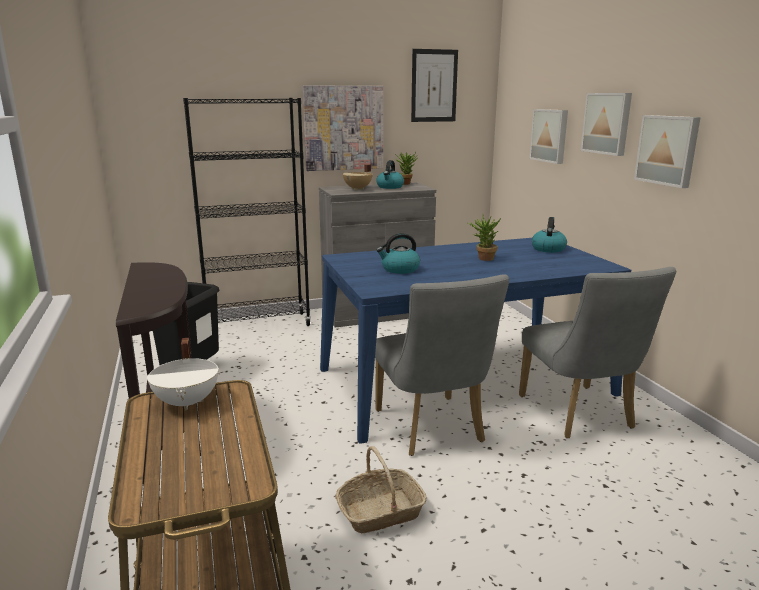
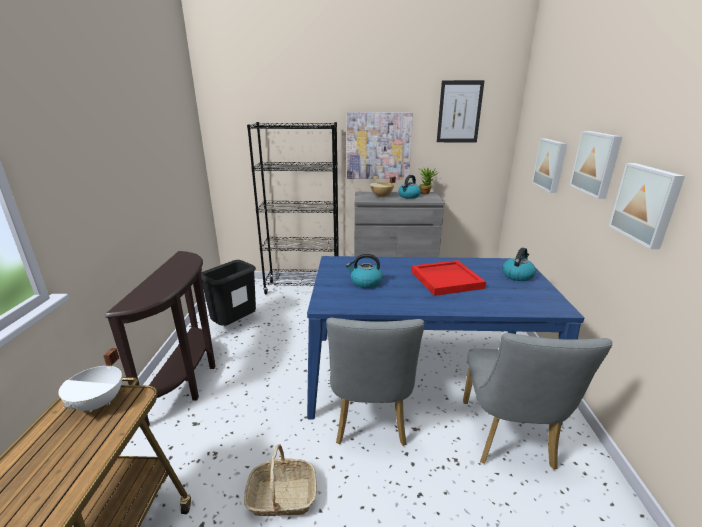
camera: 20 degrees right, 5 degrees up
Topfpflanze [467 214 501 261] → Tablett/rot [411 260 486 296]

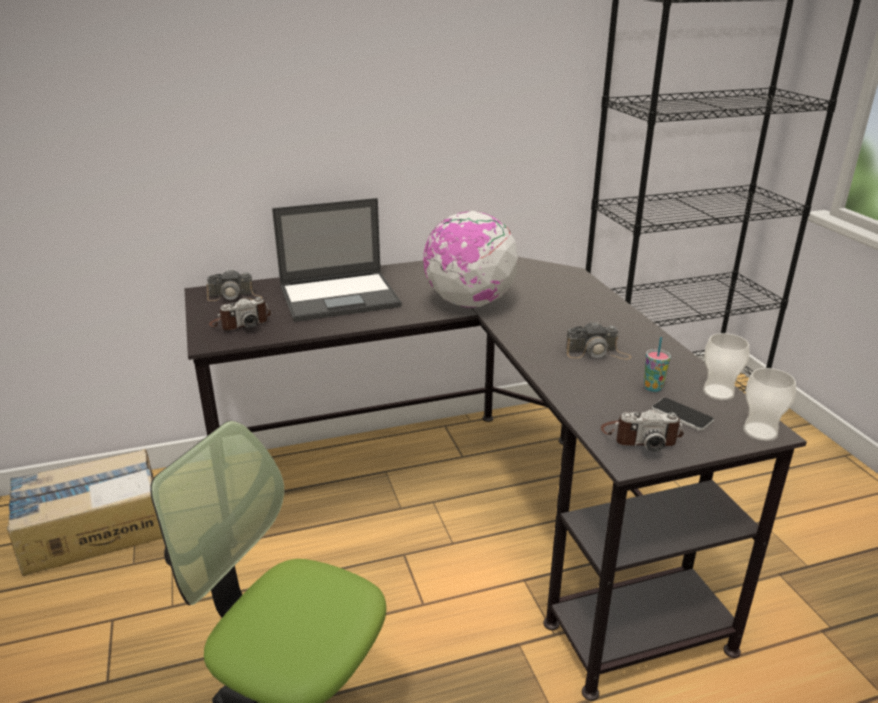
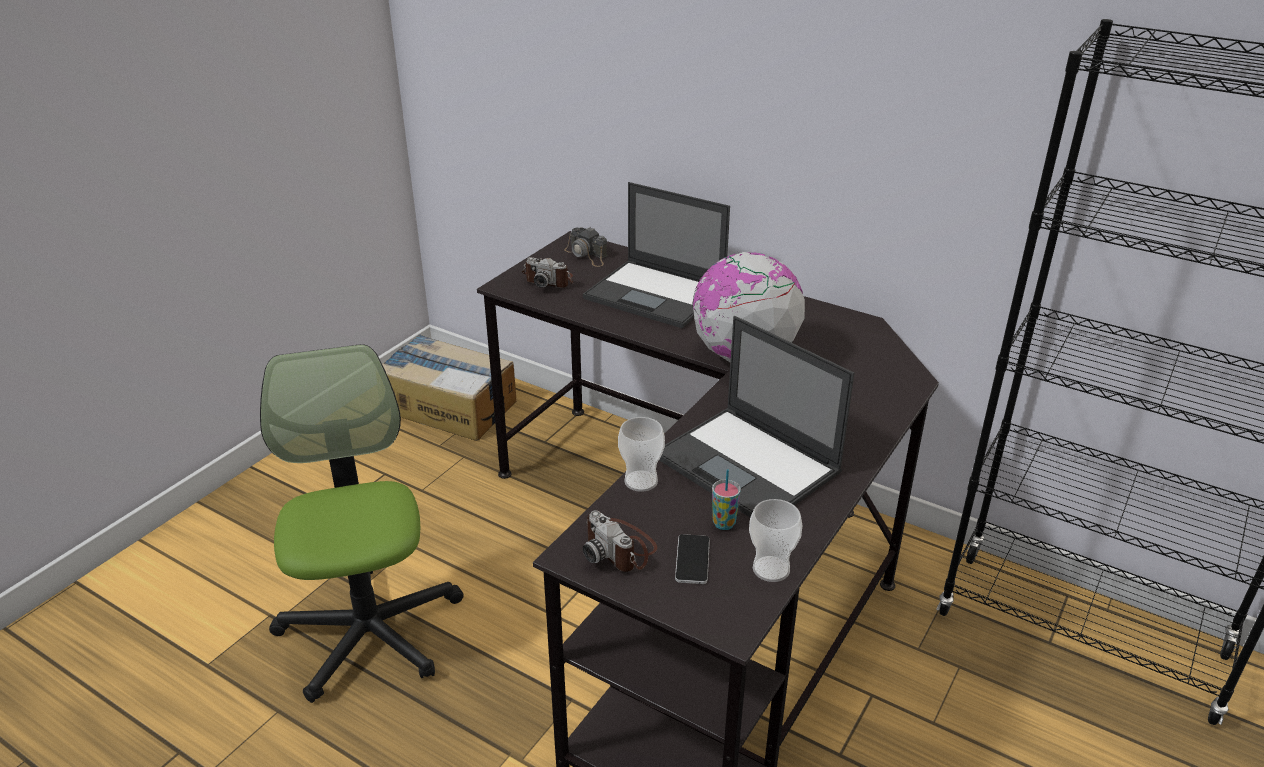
camera: 50 degrees right, 5 degrees up
Kamera [566 322 632 360] → Laptop [659 316 855 517]
Tasse [743 368 796 441] → Tasse [618 417 665 492], relocated

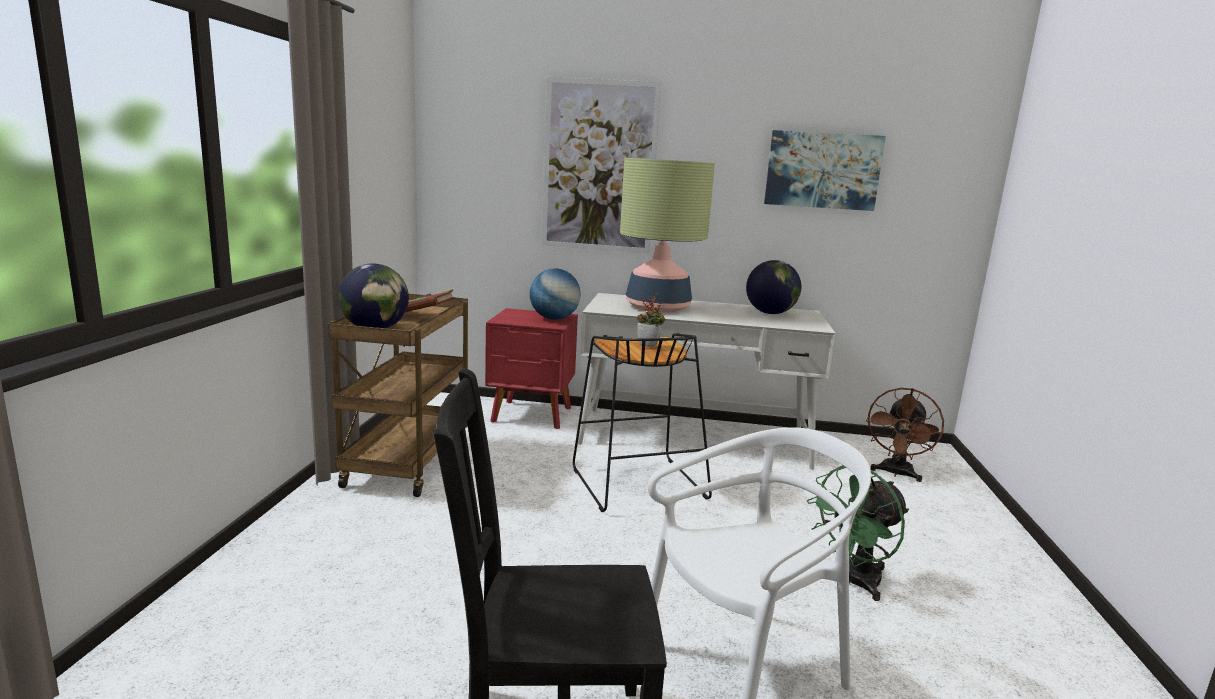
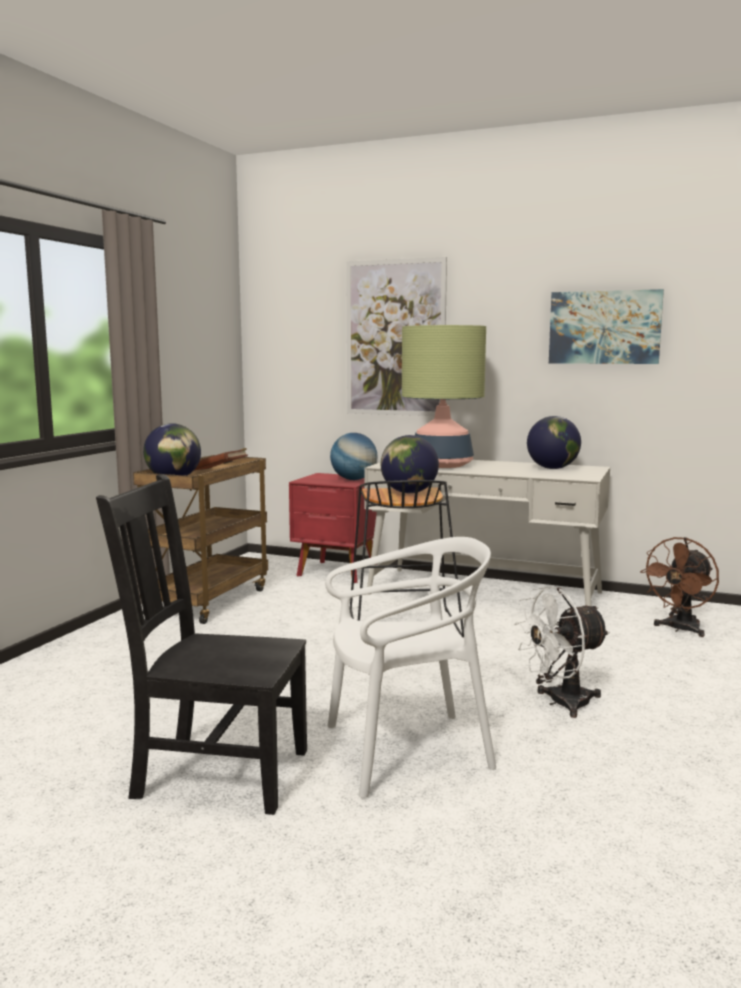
camera: 15 degrees right, 5 degrees down
Topfpflanze [637 293 666 348] → Globus [381 435 439 493]
Ventilator/grün [807 465 909 601] → Ventilator/weiß [514 586 610 718]

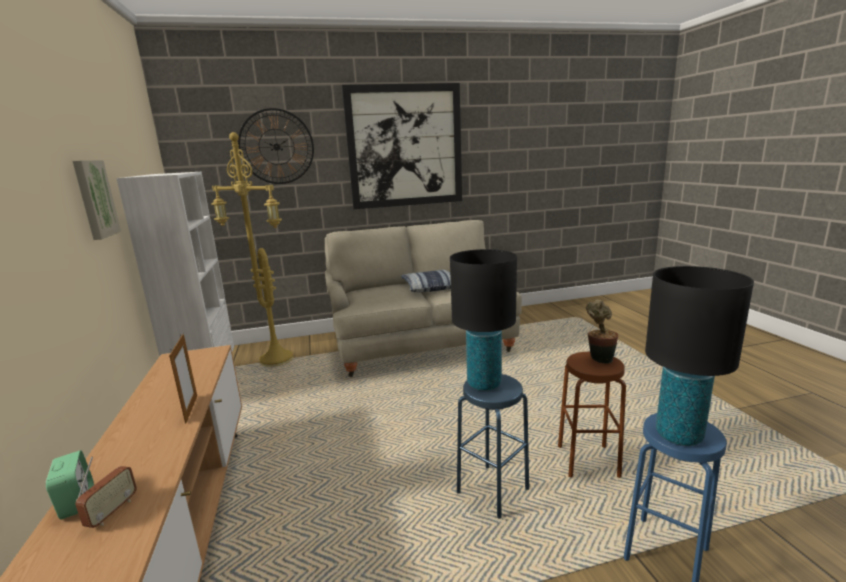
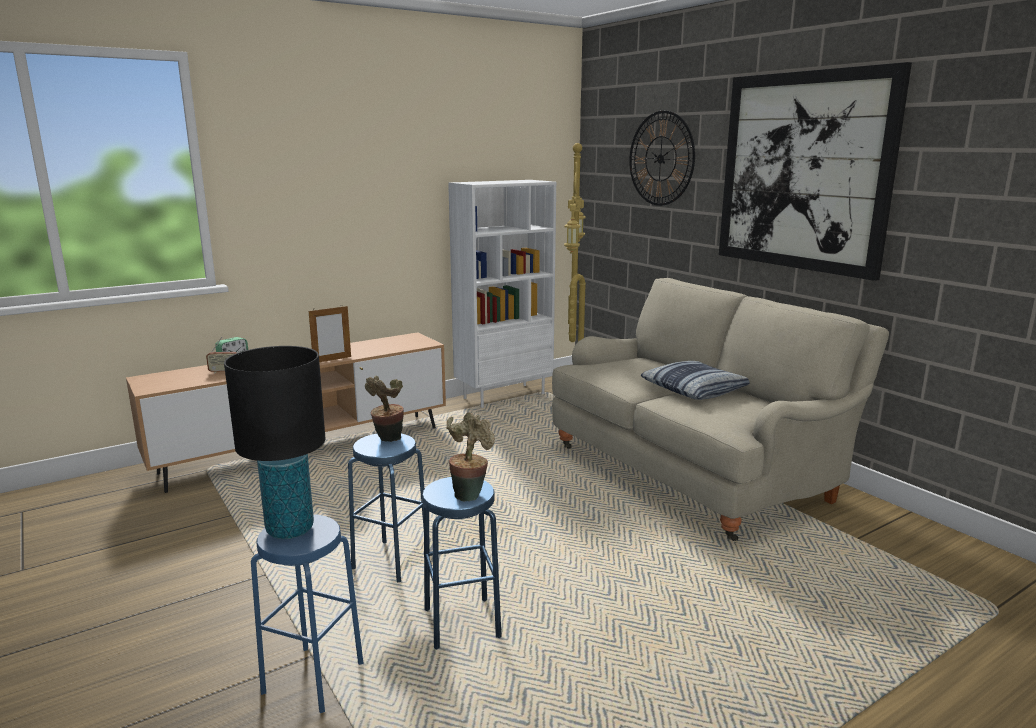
camera: 70 degrees right, 0 degrees up
Bild [72 160 121 240] → -
Tischlampe/schwarz [450 249 517 391] → Topfpflanze [365 376 404 442]
Hocker/braun [558 352 626 478] → Hocker/blau [422 477 502 649]

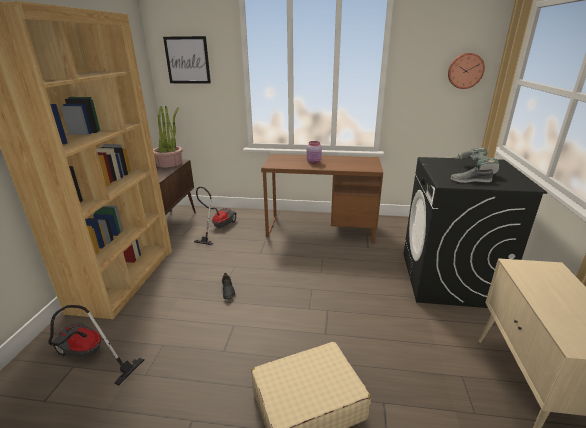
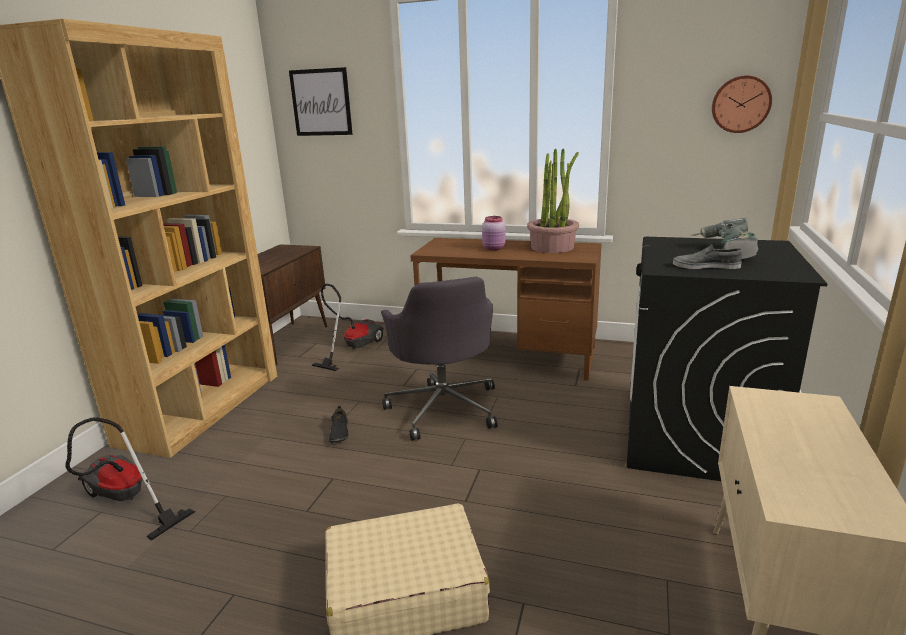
camera: 10 degrees right, 5 degrees down
Topfpflanze [153 106 183 167] → Topfpflanze [527 149 579 253], relocated
- → Bürostuhl/grau [381 277 498 441]

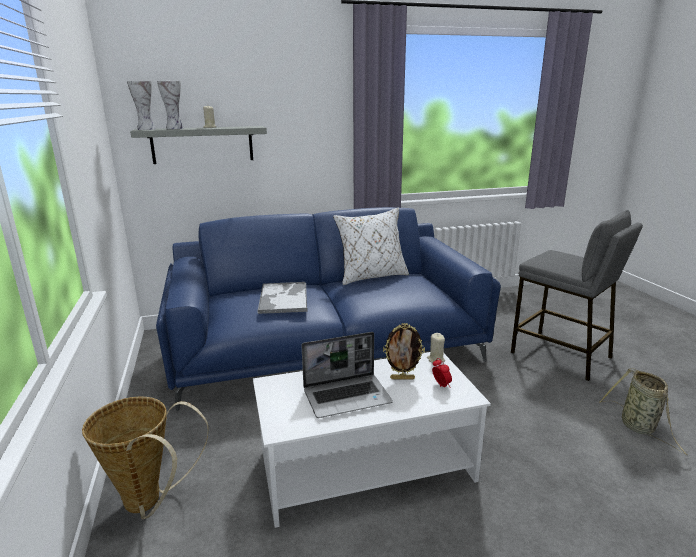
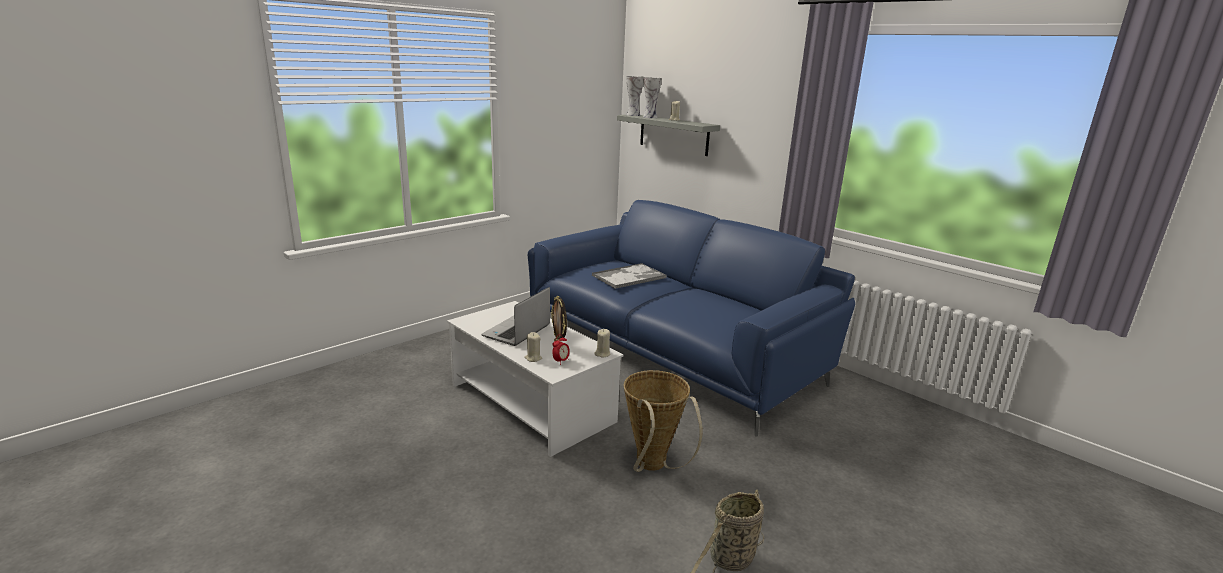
camera: 60 degrees right, 0 degrees up
Kissen/weiß [333 208 409 285] → -
Hocker/grau [511 210 643 381] → -
Laptop [302 332 393 418] → Laptop [481 287 550 346], 75 degrees clockwise
Korb [82 397 209 519] → Korb [624 370 703 472], relocated
- → Kerze/beige [524 332 542 362]

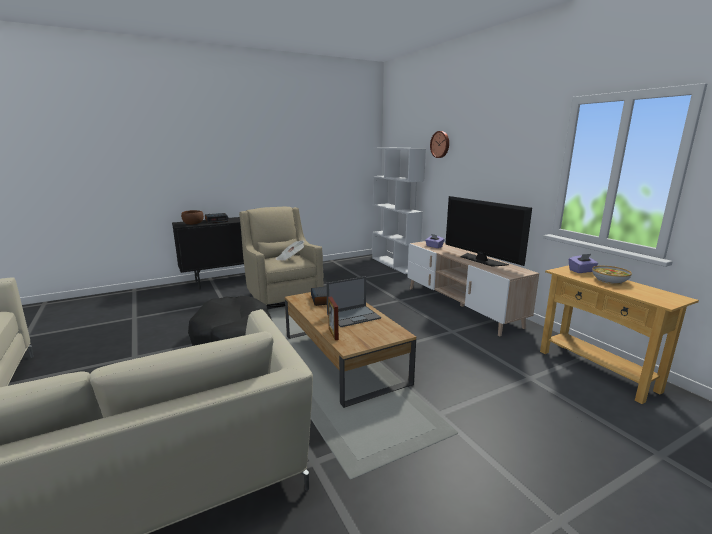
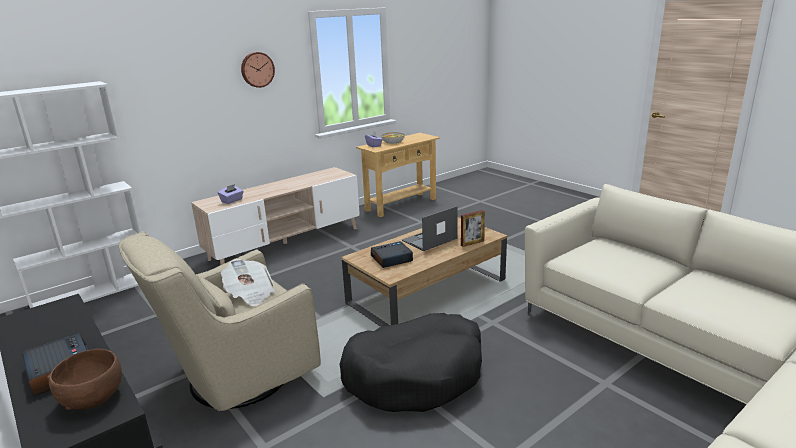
camera: 100 degrees left, 5 degrees up
Wanduhr [430 131 449 158] → Wanduhr [241 52 275 88], relocated
Fernseher [445 196 532 267] → -
Laptop [326 276 381 327] → Laptop [402 206 458 251], 90 degrees counterclockwise

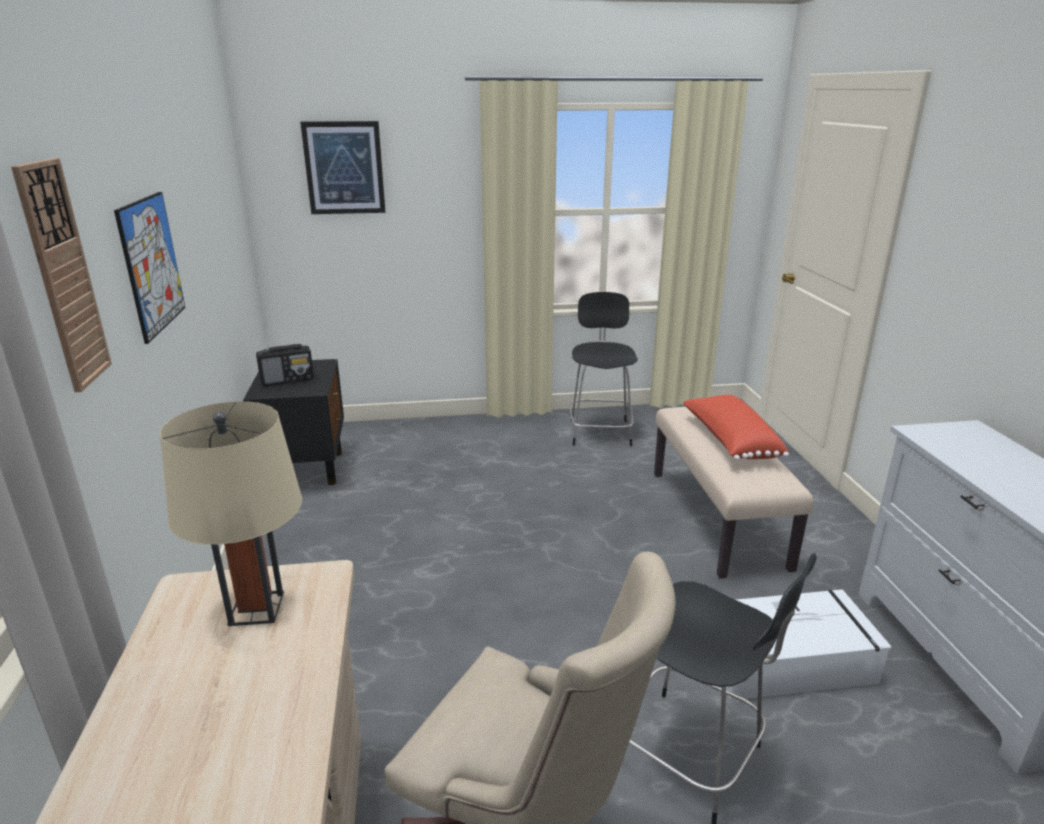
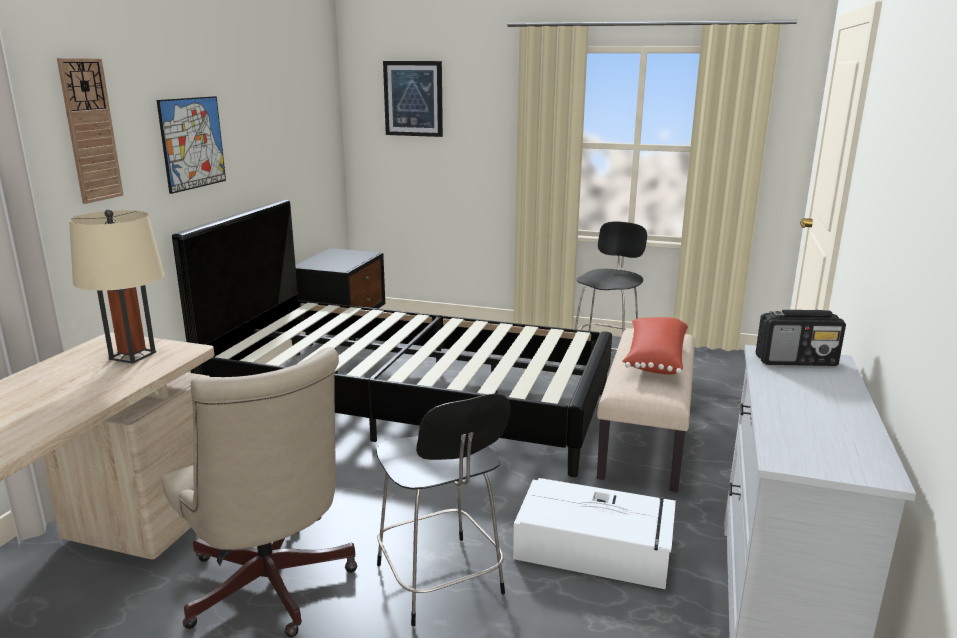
camera: 25 degrees right, 5 degrees down
Radio [256 344 314 387] → Radio [756 310 846 366], relocated
- → Bett/schwarz [172 200 612 477]

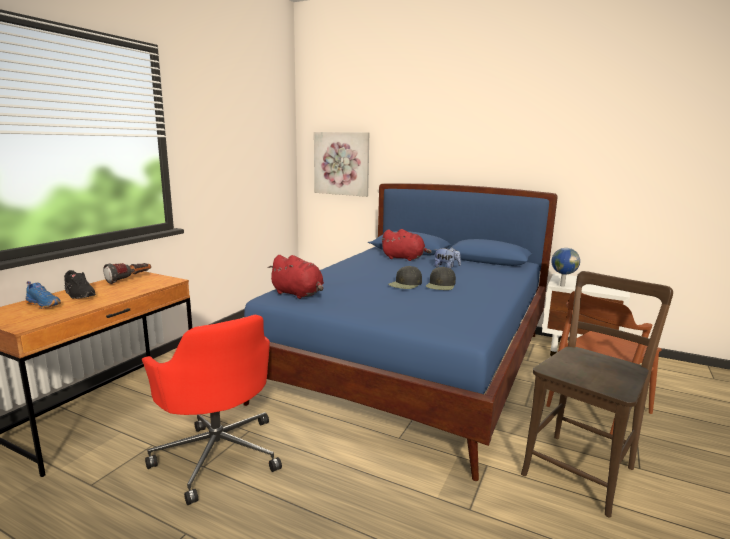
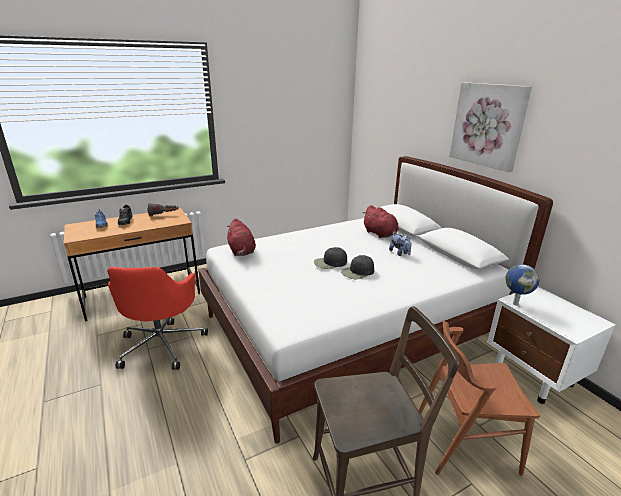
camera: 35 degrees right, 10 degrees up
Bild [314 132 369 197] → Bild [449 82 532 172], relocated
Bett/blau [243 183 558 481] → Bett/weiß [198 156 553 444]

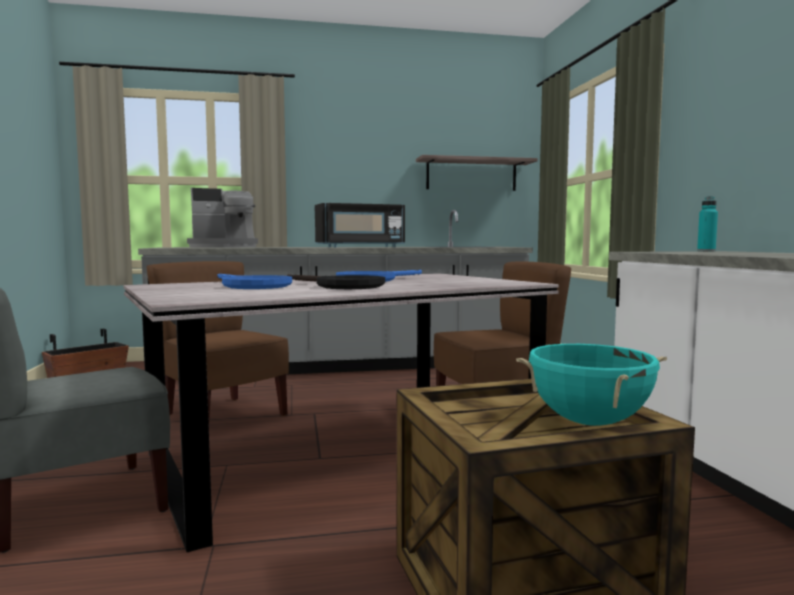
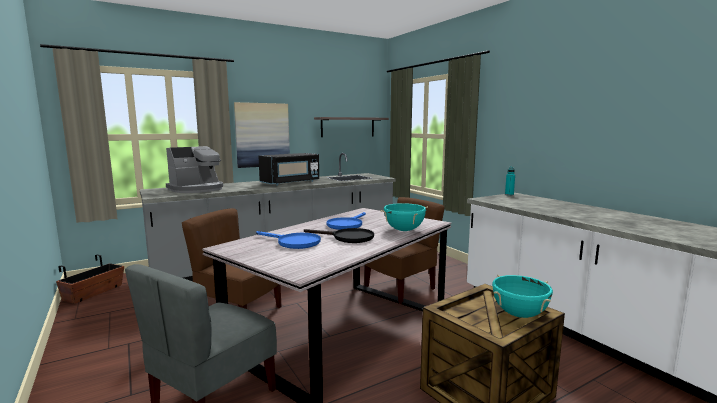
camera: 20 degrees left, 5 degrees up
- → Bild [234 102 290 168]
- → Kochtopf/türkis [381 203 428 231]

